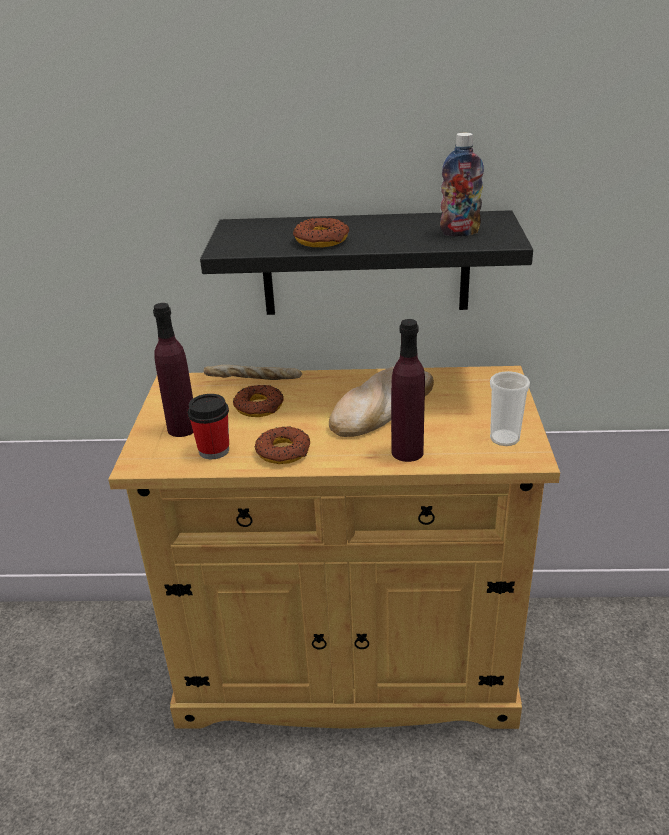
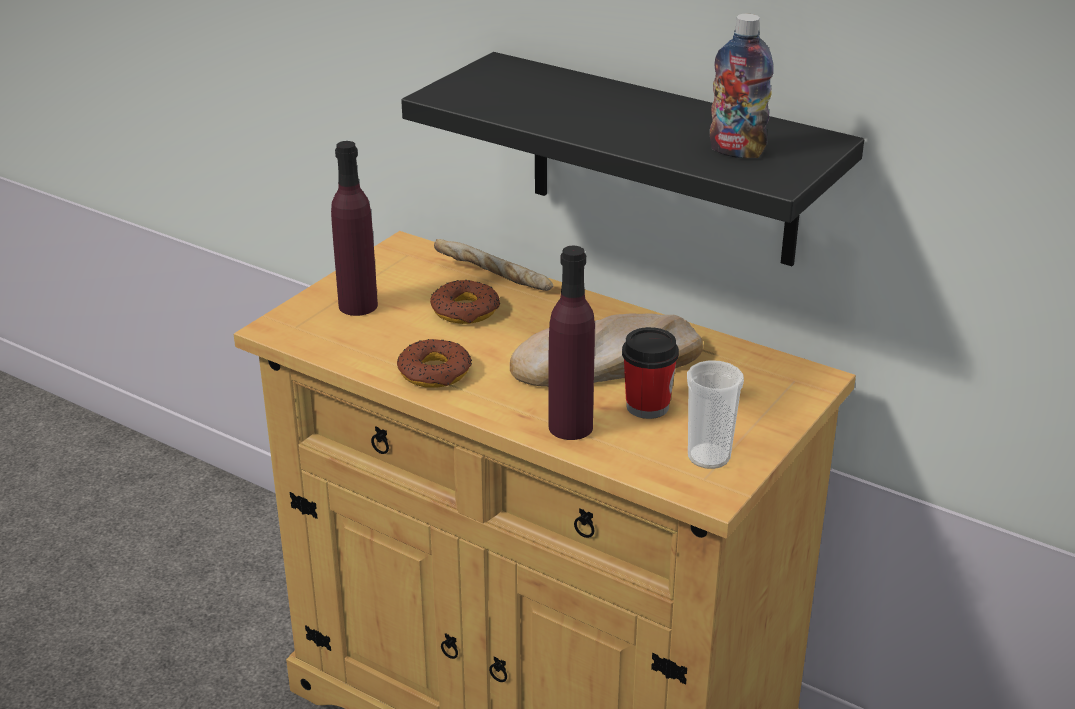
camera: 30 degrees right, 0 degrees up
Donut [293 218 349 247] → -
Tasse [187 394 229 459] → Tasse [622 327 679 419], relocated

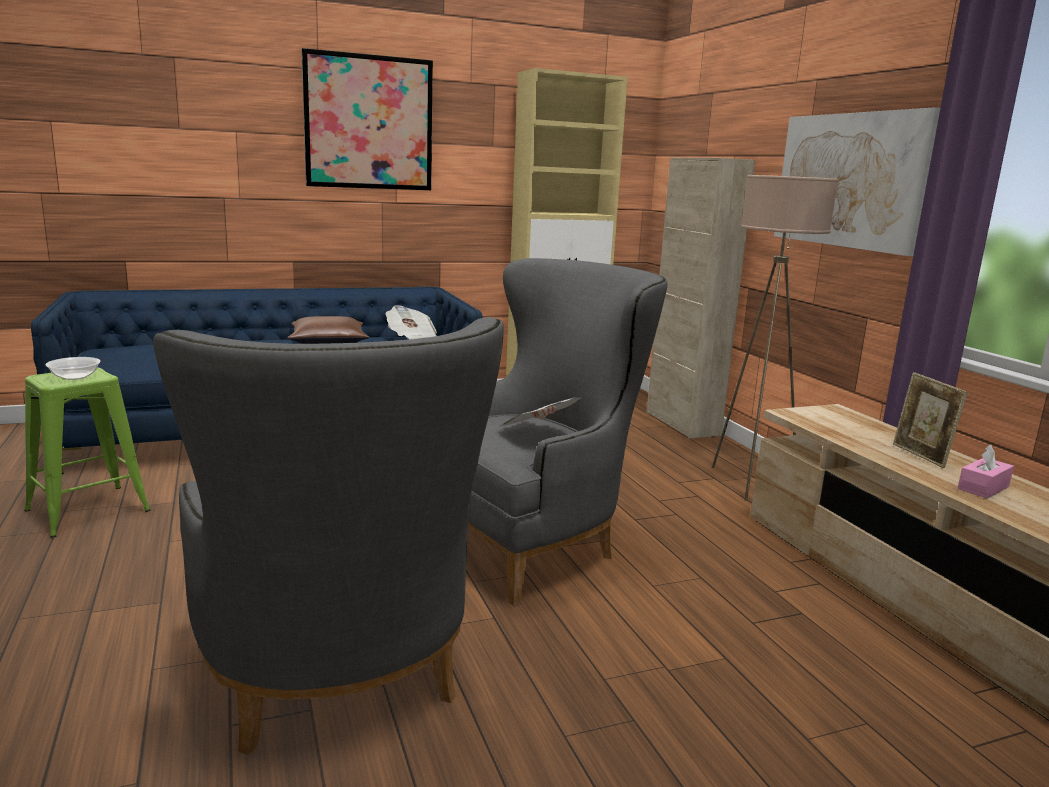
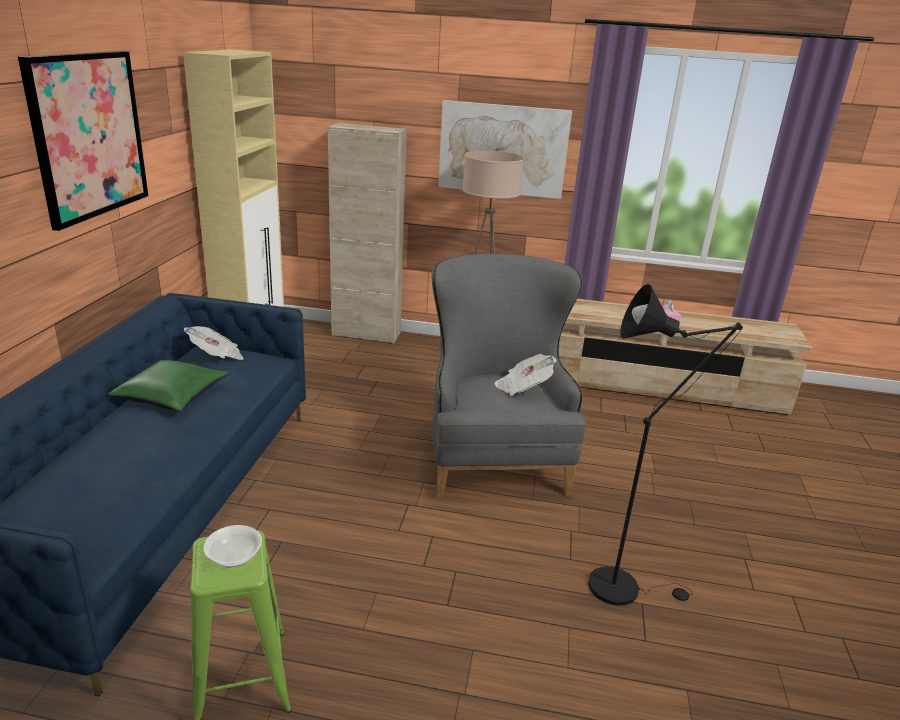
camera: 60 degrees left, 10 degrees up
Kissen/braun [287 316 369 344] → Kissen/grün [109 360 229 411]
Sessel/grau [153 317 504 755] → Stehlampe/schwarz [588 284 743 605]
Bilderrahmen [893 372 968 468] → -

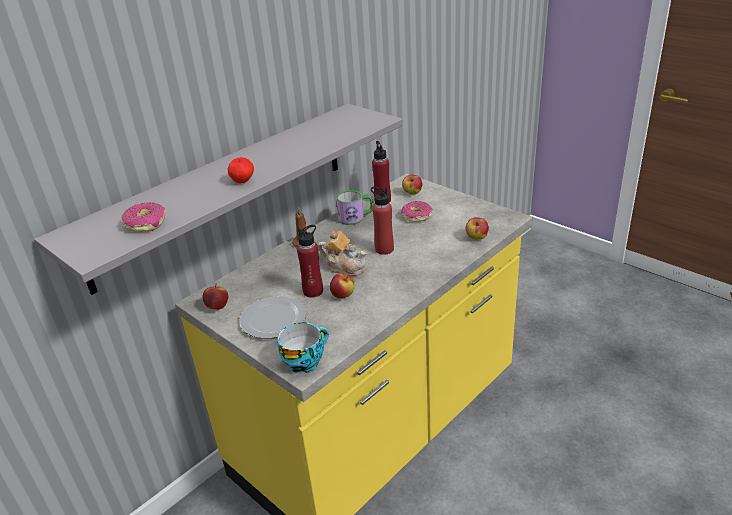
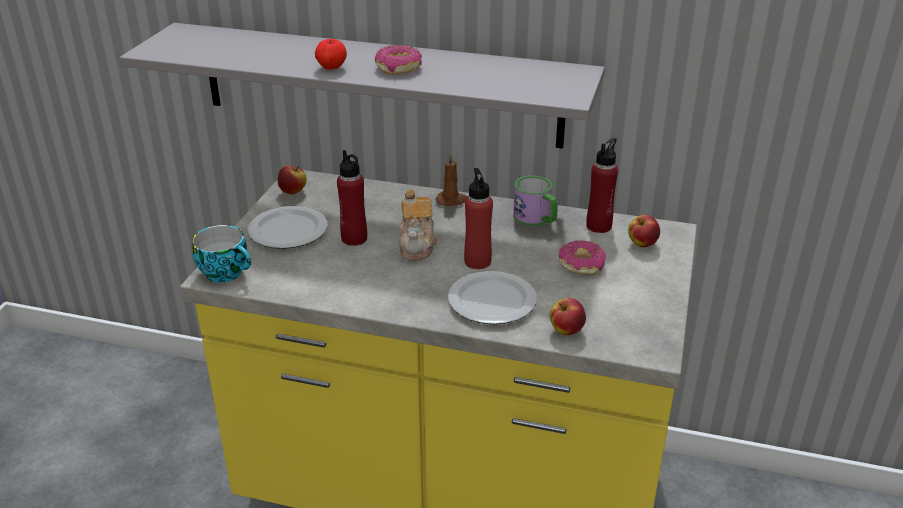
camera: 60 degrees right, 0 degrees up
Donut [121 202 165 232] → Donut [375 45 422 75], relocated
Apfel [330 273 355 299] → -
- → Teller [448 271 537 324]

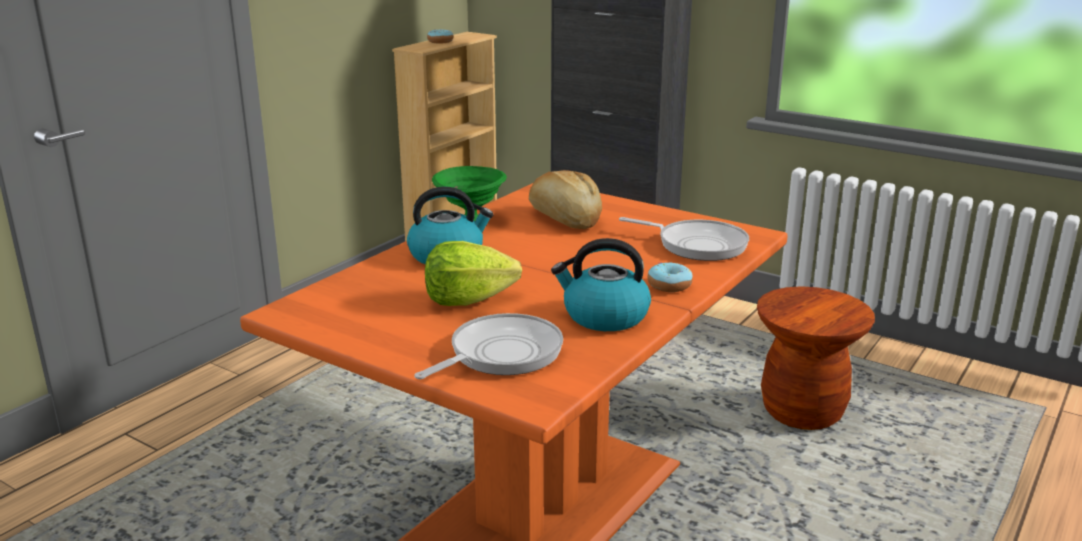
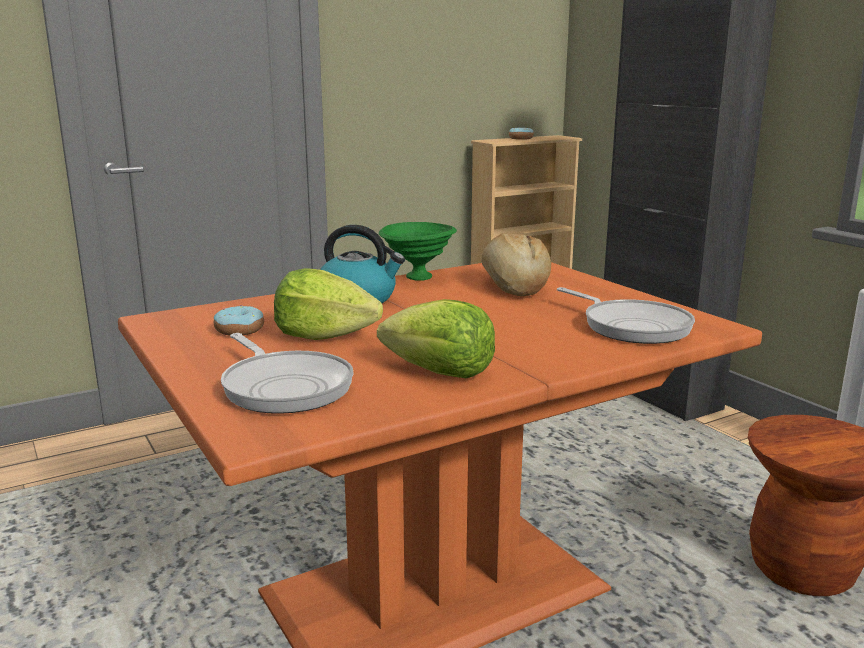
camera: 25 degrees right, 5 degrees down
Wasserkessel [551 238 651 331] → Salatkopf [377 299 495 378]
Donut [647 262 693 292] → Donut [214 305 264 336], relocated
Pfanne [414 313 563 379] → Pfanne [221 333 354 414], 75 degrees clockwise

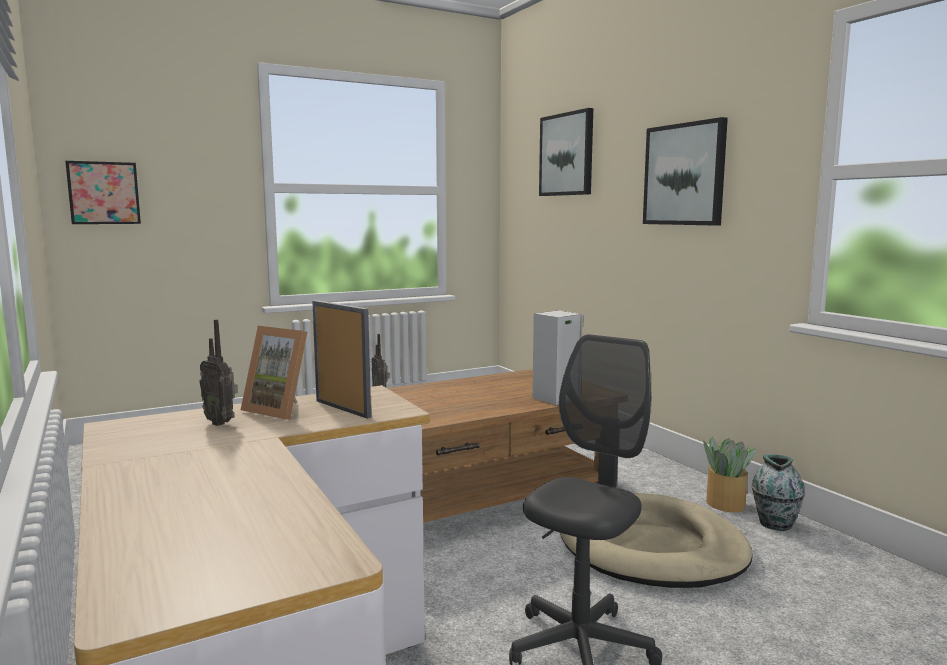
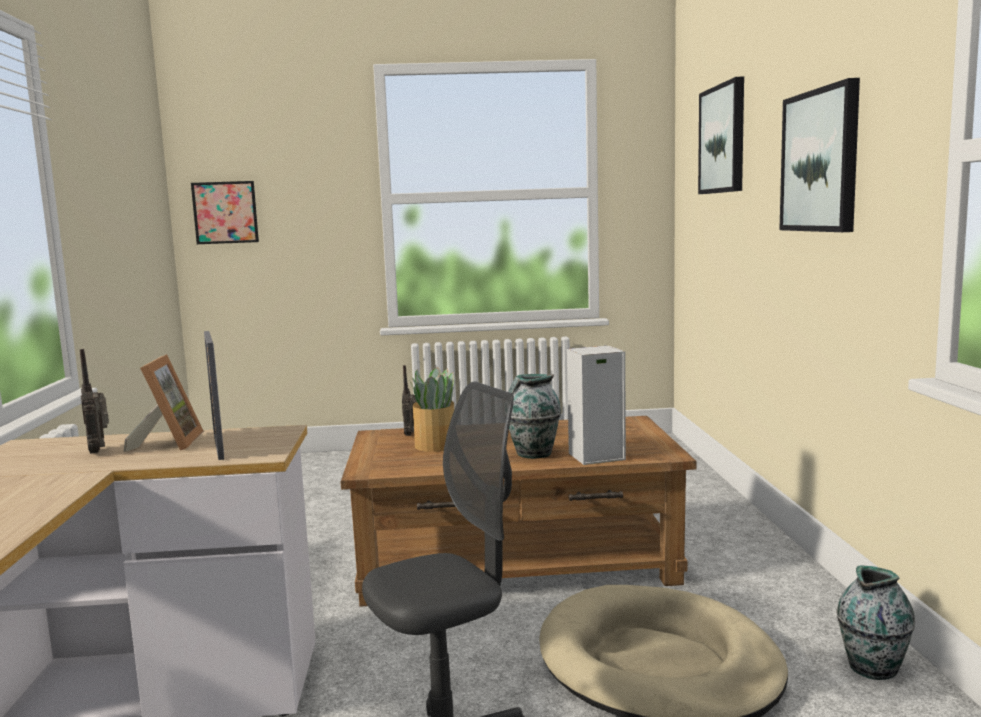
camera: 25 degrees right, 0 degrees up
Bilderrahmen [241 326 307 420] → Bilderrahmen [124 354 204 452], 150 degrees counterclockwise
Topfpflanze [703 437 756 512] → Topfpflanze [410 367 454 452], relocated
- → Vase [508 374 561 459]

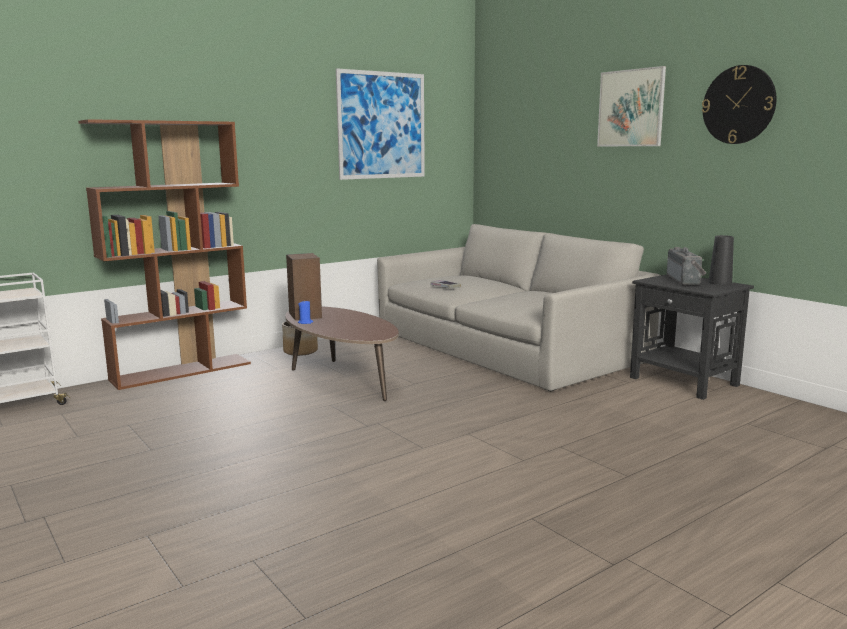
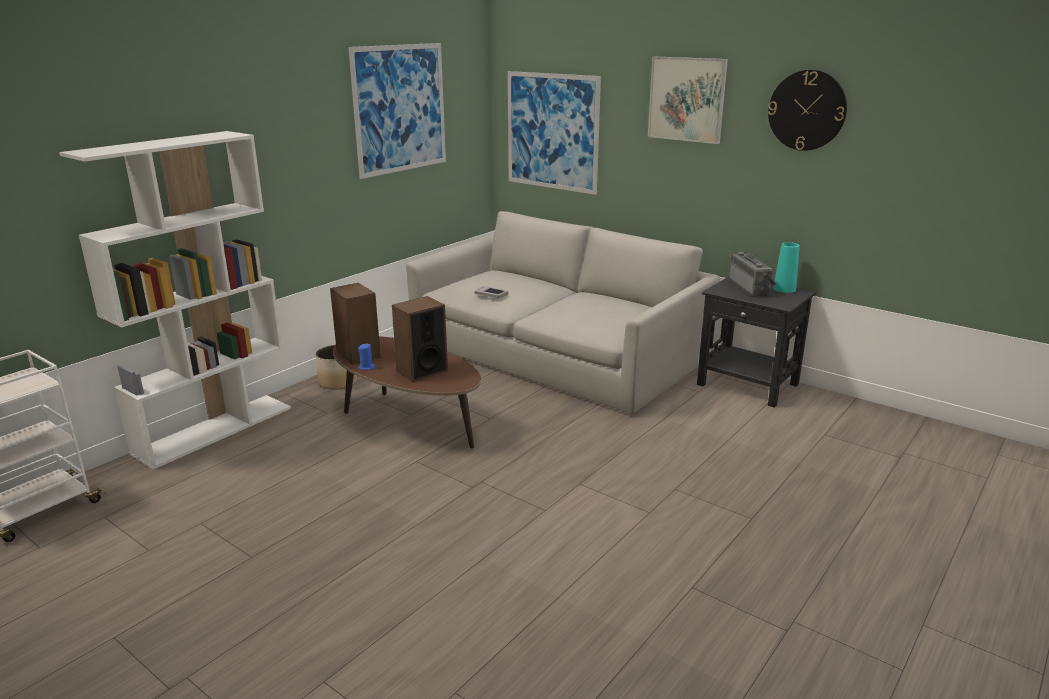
camera: 15 degrees left, 10 degrees up
Bücherregal/braun [78 119 251 390] → Bücherregal/weiß [59 131 291 470]
Vase/schwarz [708 235 734 285] → Vase/türkis [773 242 800 293]
- → Bild [508 71 601 195]
- → Lautsprecher [392 296 448 382]

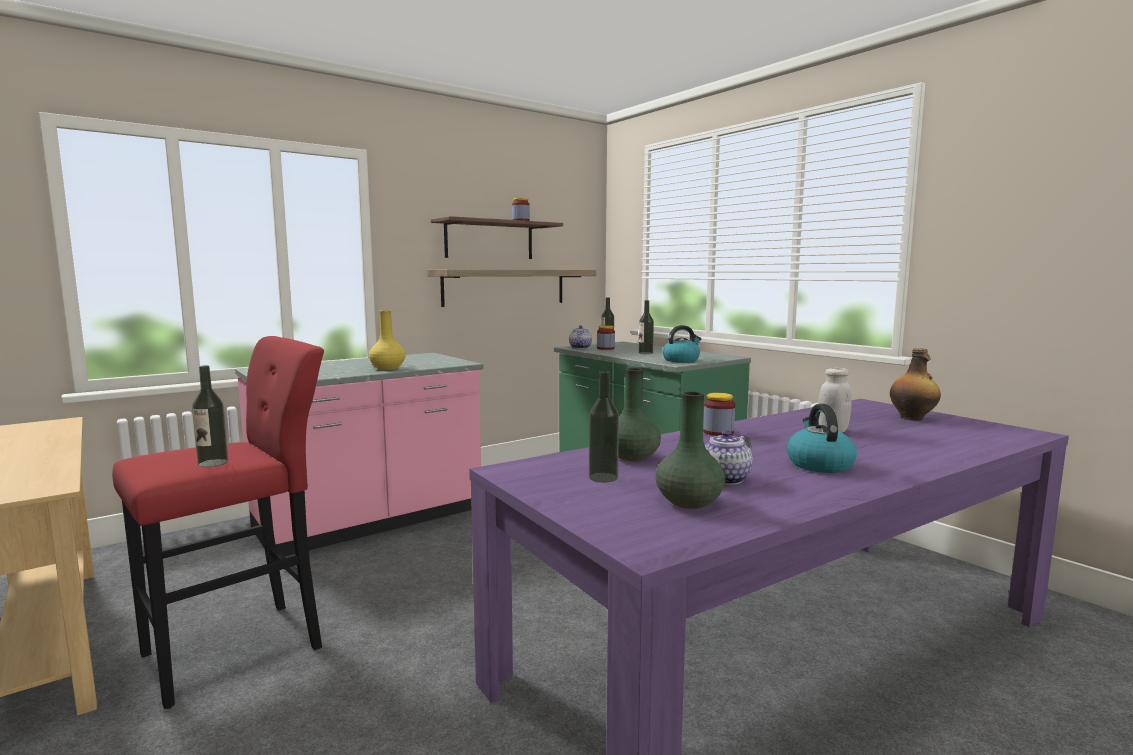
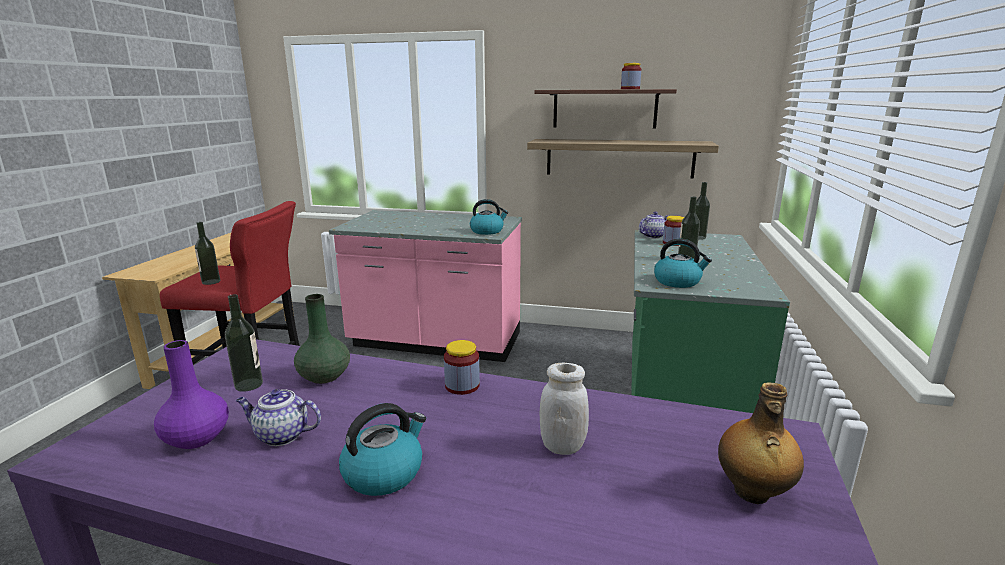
camera: 50 degrees right, 10 degrees up
Vase/gelb [369 310 406 370] → -
Vase/grün [655 391 726 509] → Vase/lila [154 340 229 449]
- → Wasserkessel [470 199 509 235]

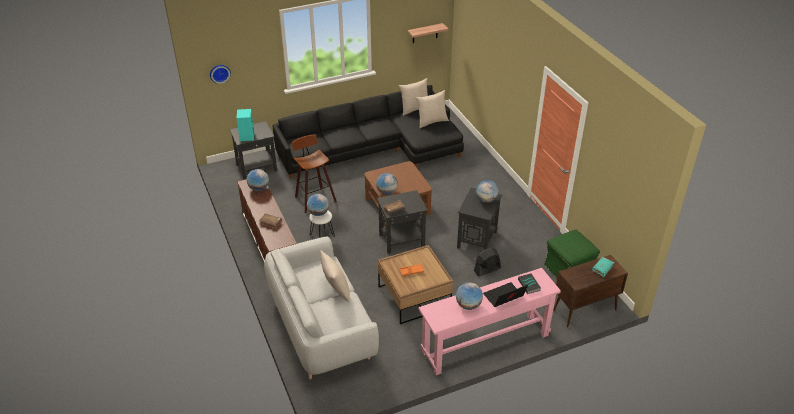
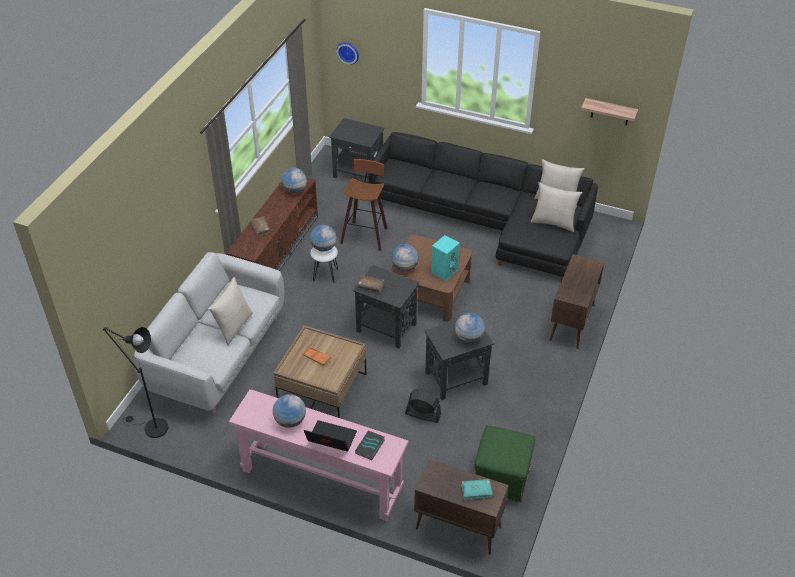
camera: 45 degrees right, 5 degrees up
Lautsprecher/türkis [237 109 254 141] → Lautsprecher/türkis [431 235 460 281], relocated
- → Schrank/braun [550 254 604 349]
- → Stehlampe/schwarz [103 327 168 438]

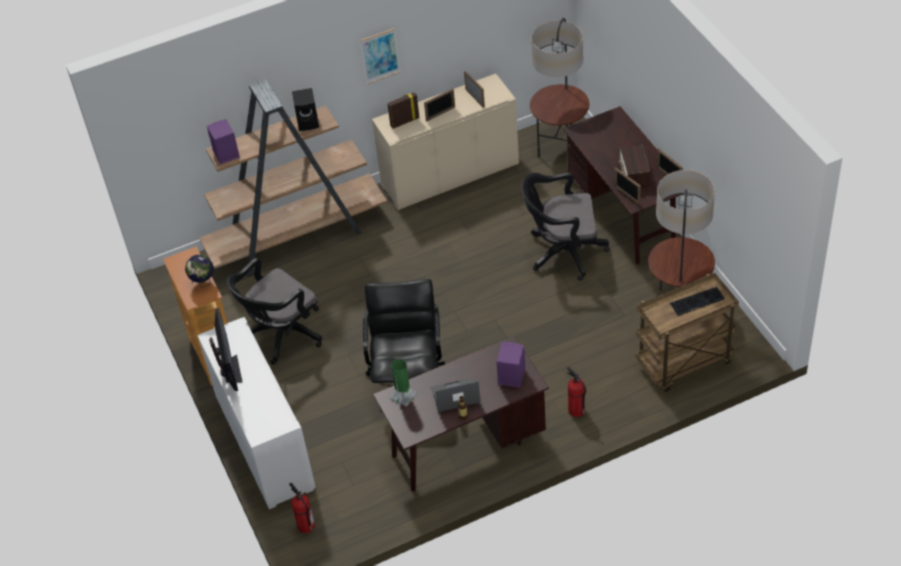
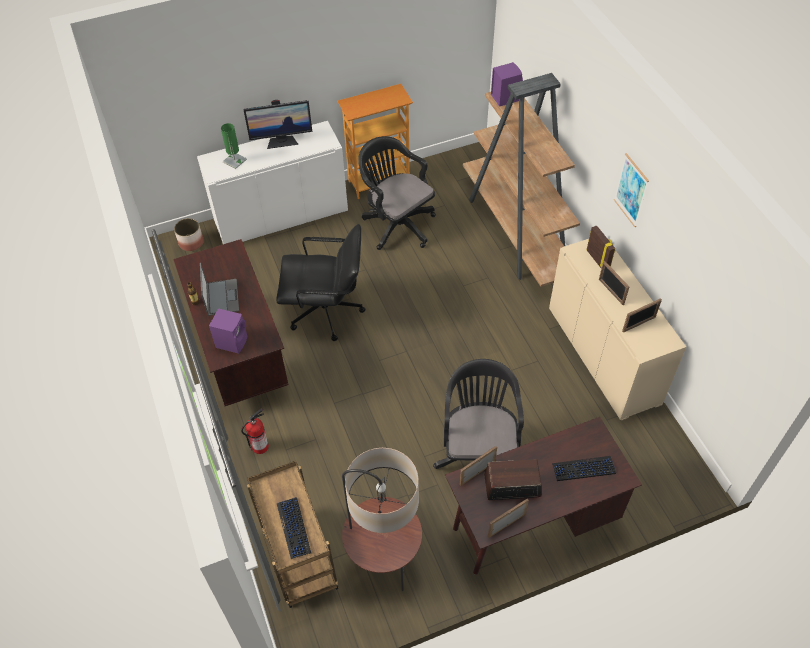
camera: 90 degrees right, 5 degrees up
Stehlampe [530 18 589 158] → -
Lautsprecher/schwarz [292 88 319 131] → -
Globus [185 255 214 288] → -
Tischlampe/grün [390 359 417 407] → Tischlampe/grün [221 123 247 169], relocated
Feuerlöscher [289 483 315 533] → Pflanzkübel [174 218 204 251]
- → Tastatur [552 456 616 481]

